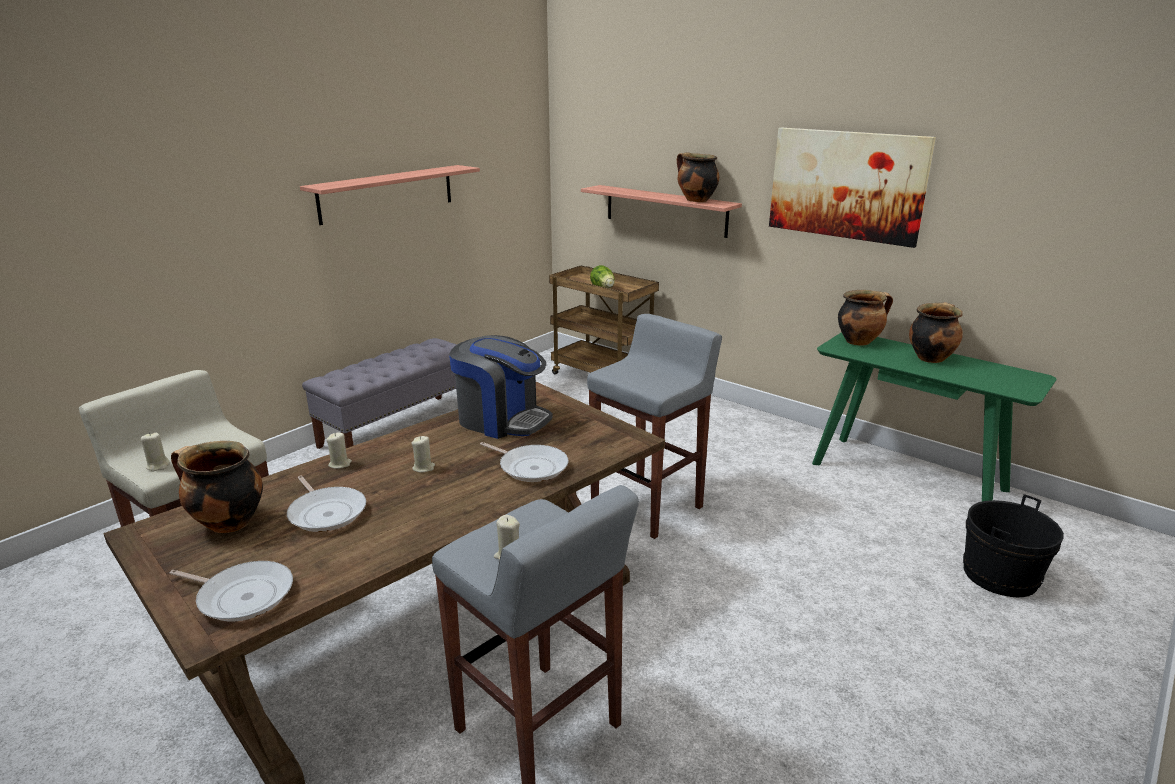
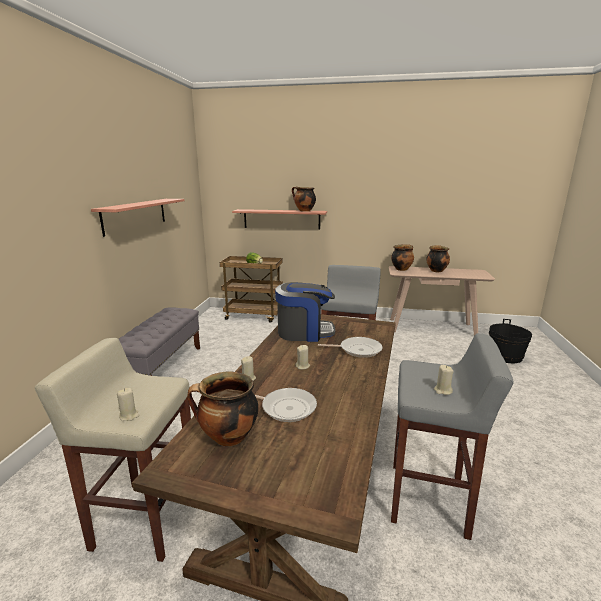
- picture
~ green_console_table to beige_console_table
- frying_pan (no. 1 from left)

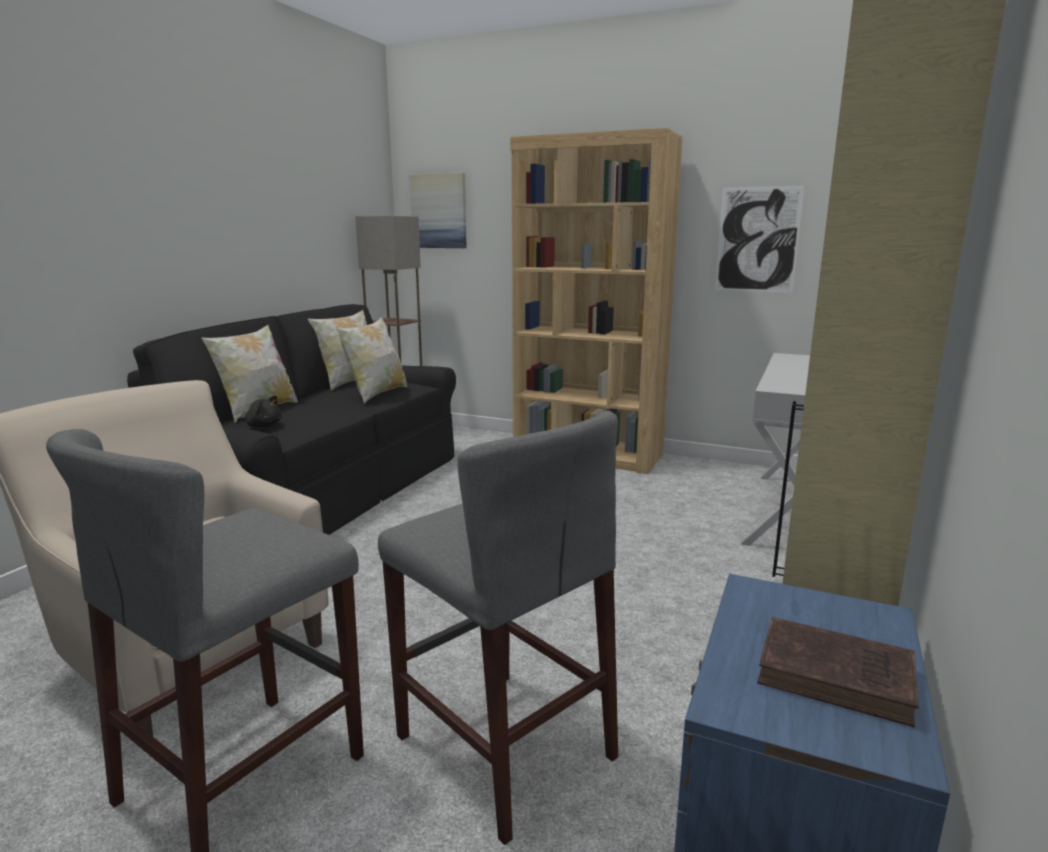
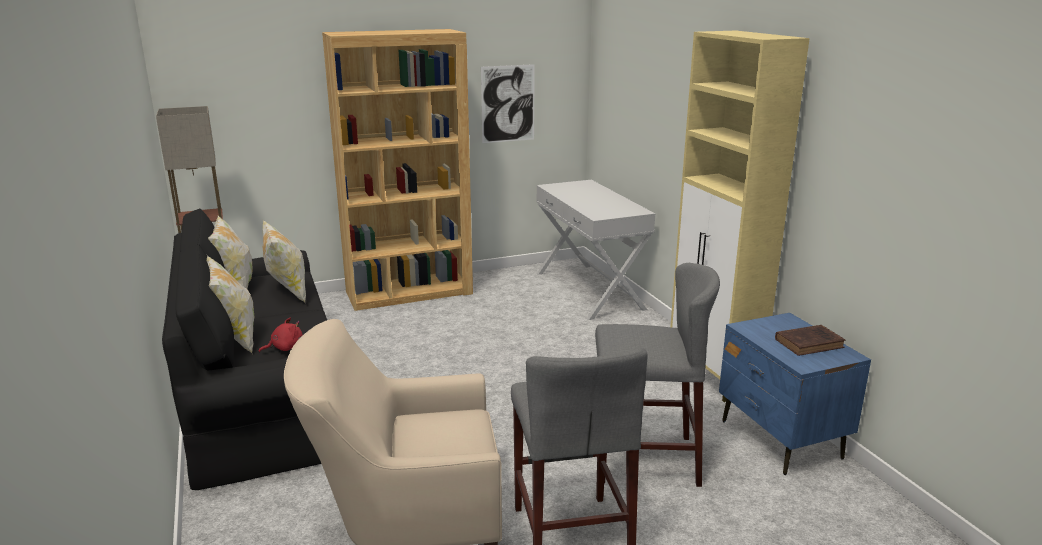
- picture (no. 1 from left)
~ black_plush_toy to red_plush_toy

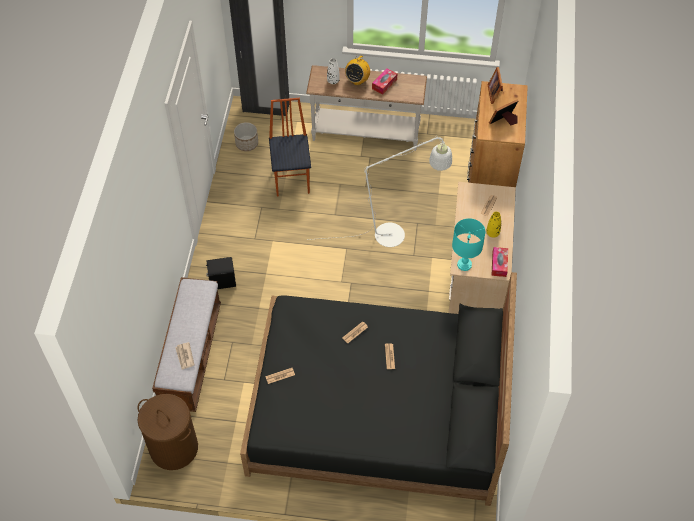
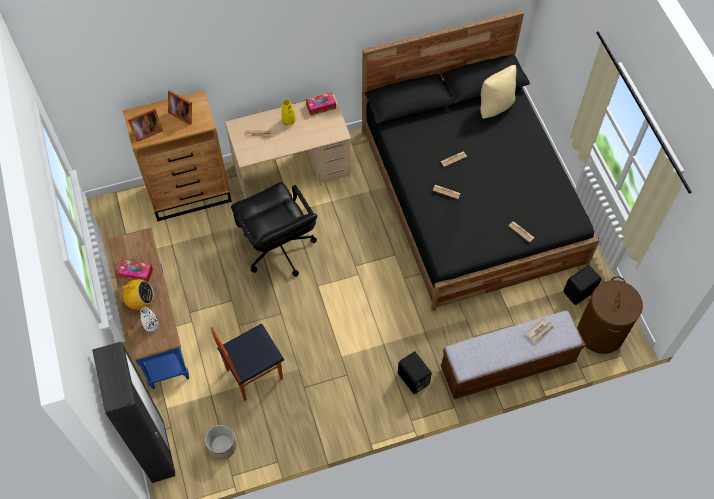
~ white_console_table to blue_console_table
~ white_floor_lamp to black_office_chair
- turquoise_table_lamp
+ beige_pillow
+ black_speaker (no. 2 from left)

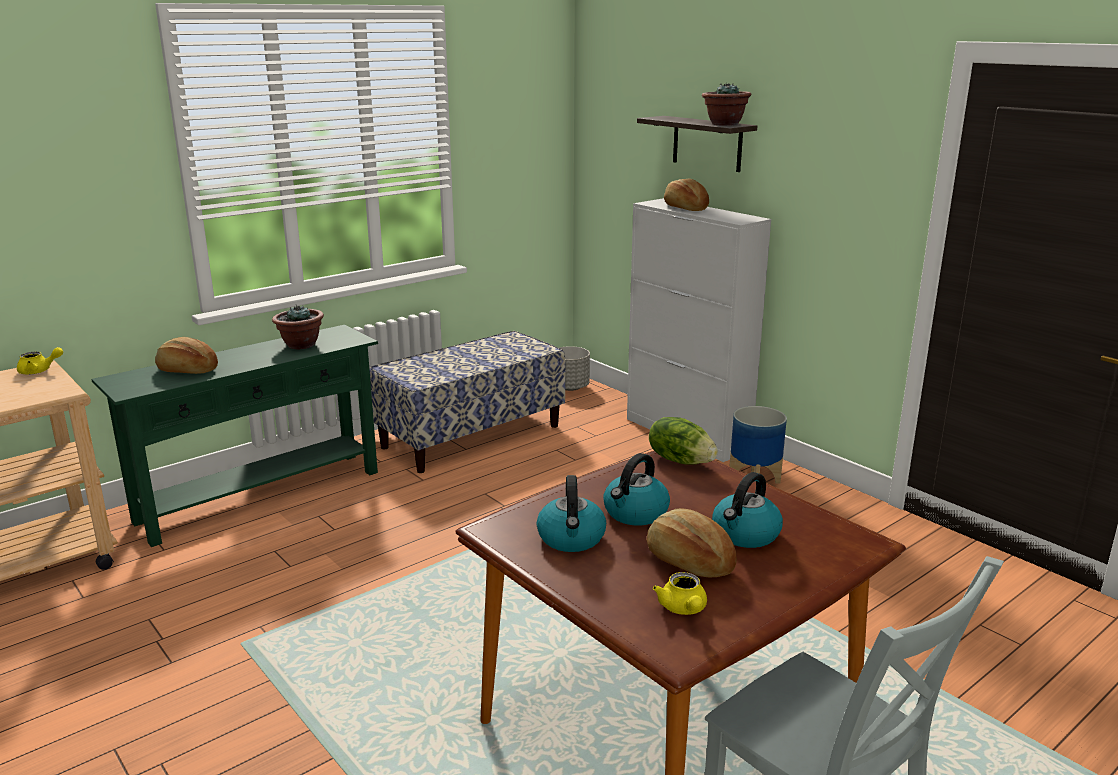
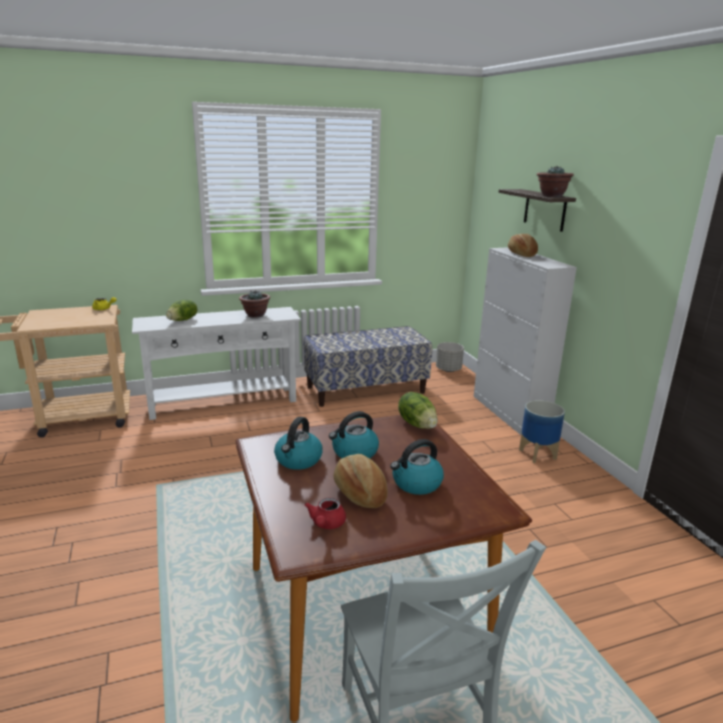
~ green_console_table to white_console_table
~ bread (no. 1 from left) to lettuce (no. 1 from left)
~ yellow_teapot (no. 2 from left) to red_teapot

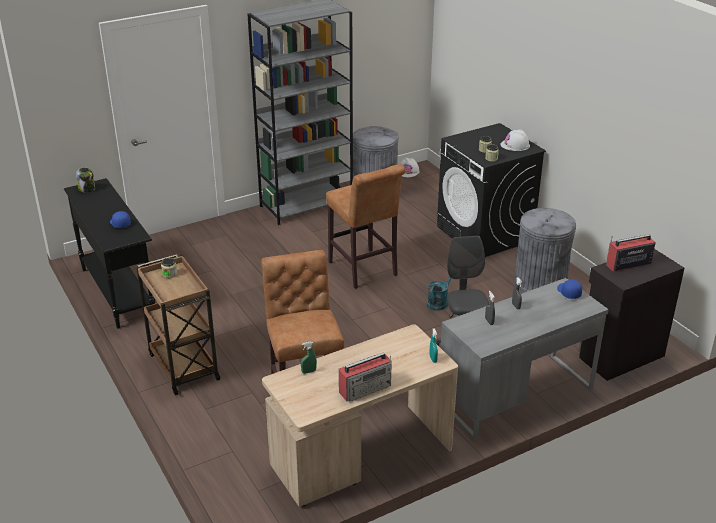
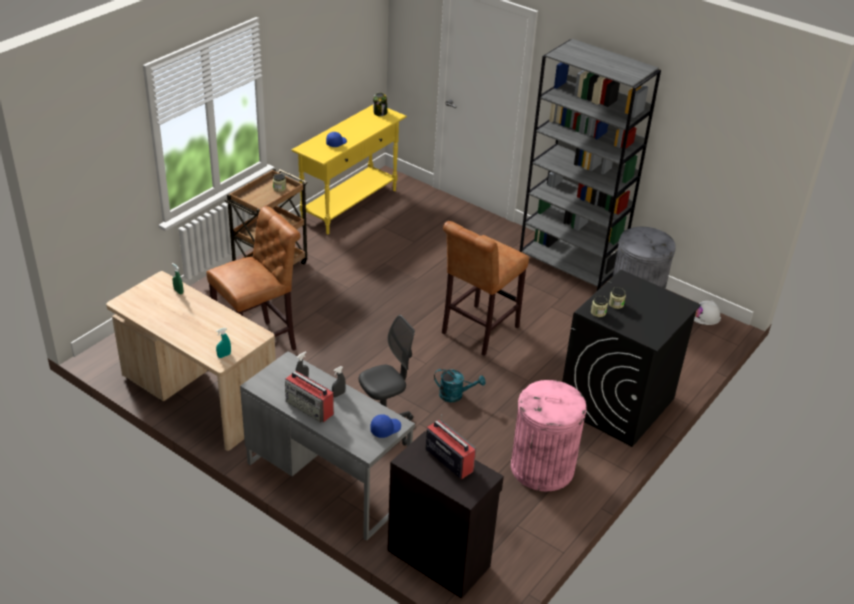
- white_hard_hat (no. 2 from left)
~ black_console_table to yellow_console_table
~ grey_trash_can (no. 2 from left) to pink_trash_can
~ radio (no. 1 from left)

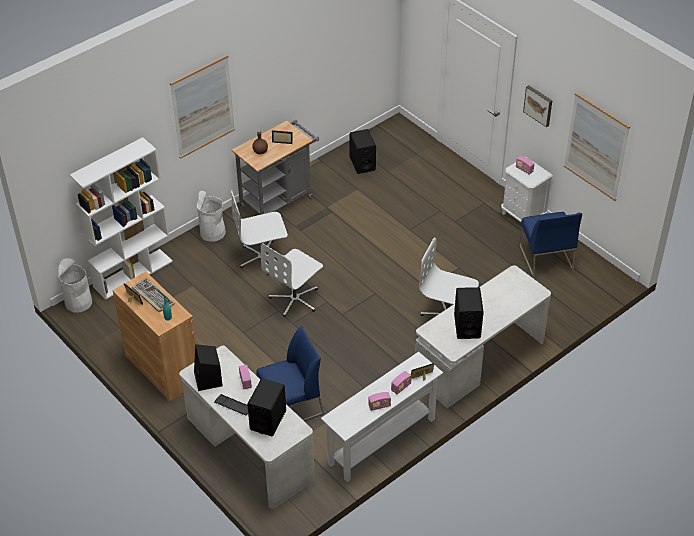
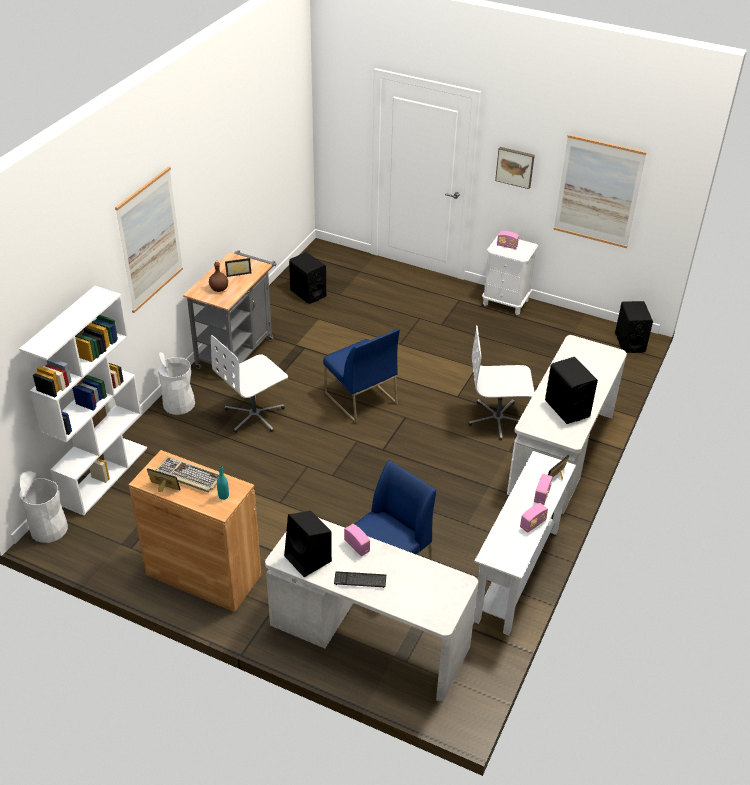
~ blue_chair (no. 2 from left in the first image) to blue_chair (no. 1 from left)
- white_office_chair (no. 2 from left)
~ black_speaker (no. 2 from left in the first image) to black_speaker (no. 4 from left)

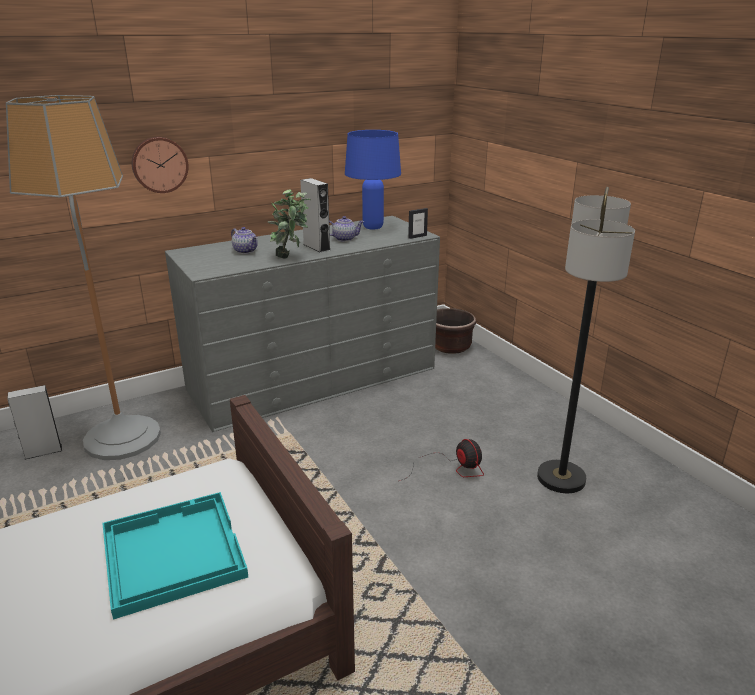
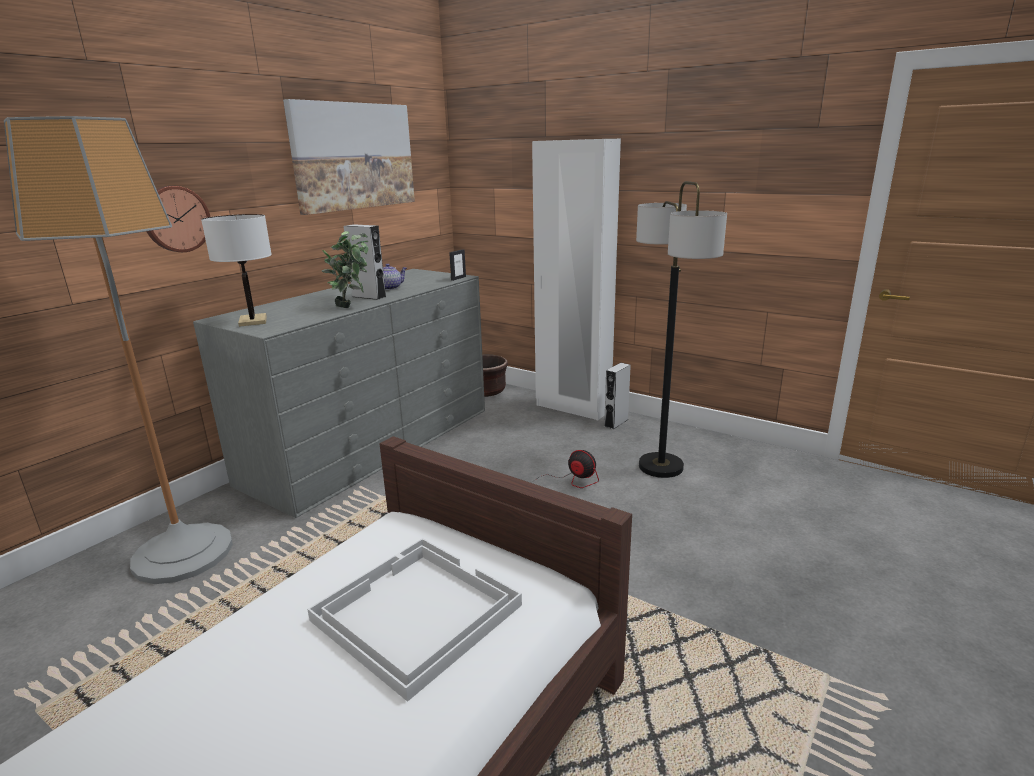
- blue_table_lamp
- teapot (no. 1 from left)
~ grey_speaker (no. 1 from left in the first image) to grey_speaker (no. 2 from left)
~ turquoise_tray to white_tray
+ picture
+ white_wardrobe
+ white_table_lamp

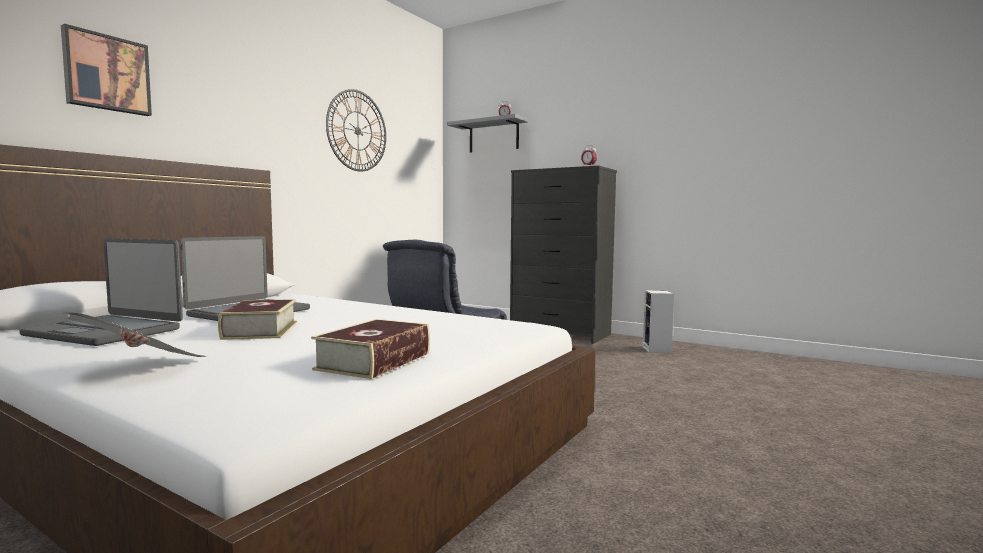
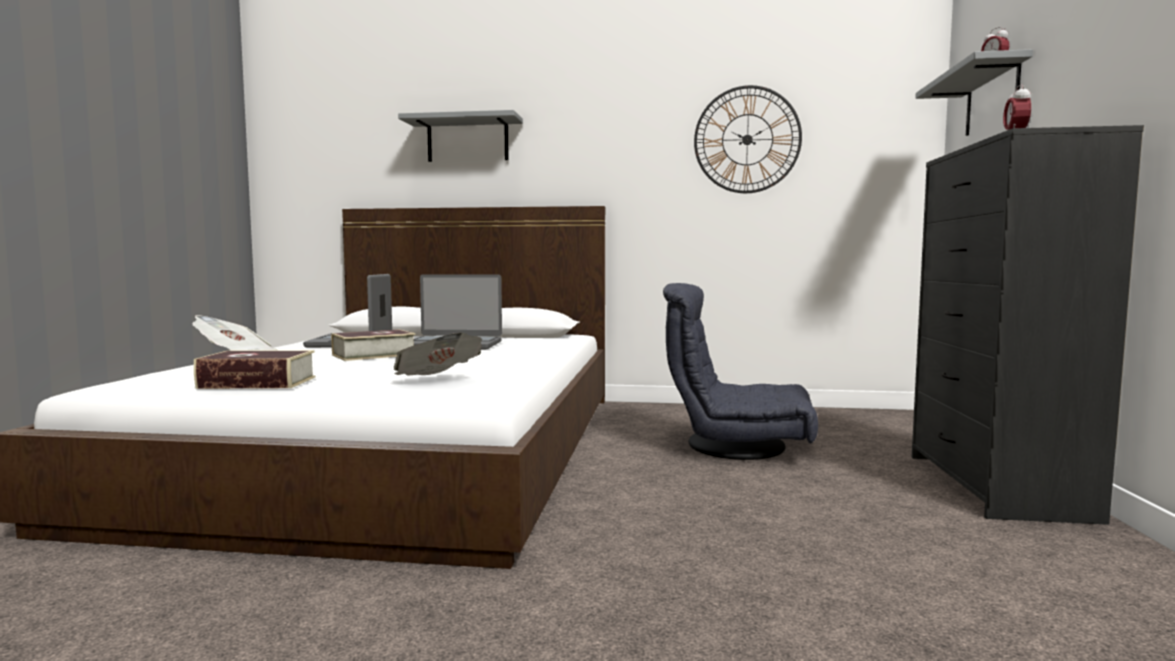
~ picture to grey_shelf (no. 1 from left)
- speaker
+ newspaper (no. 2 from left)

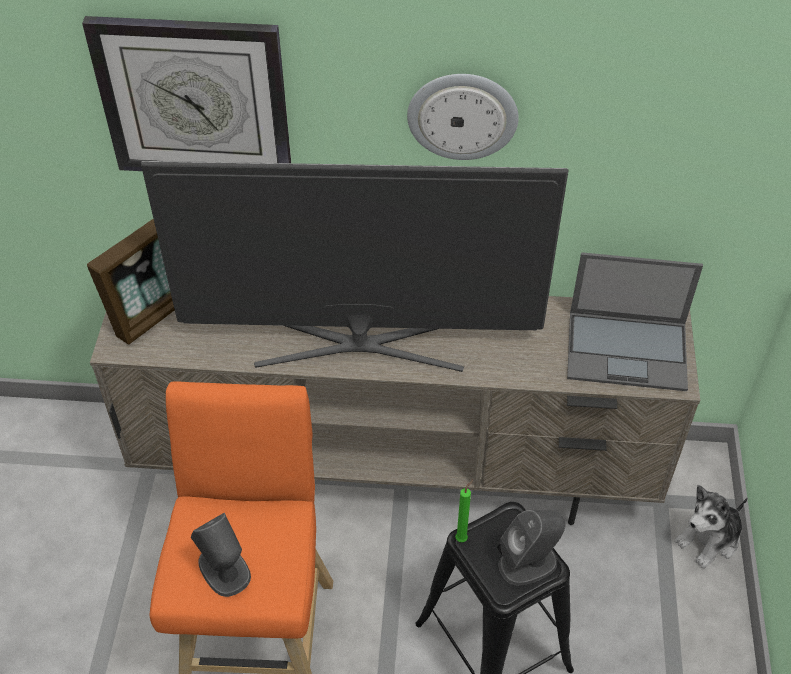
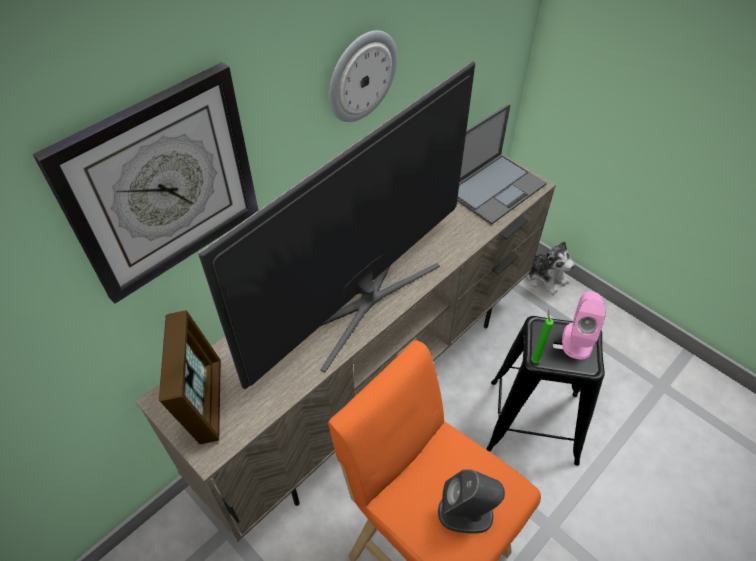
~ plush_toy 45 degrees counterclockwise
~ grey_speaker (no. 2 from left) to pink_speaker

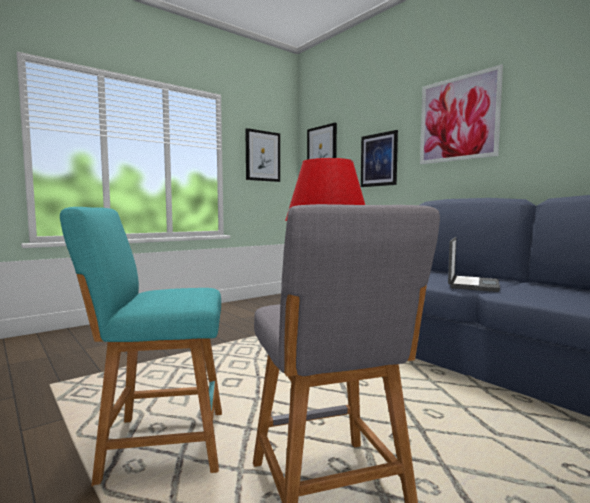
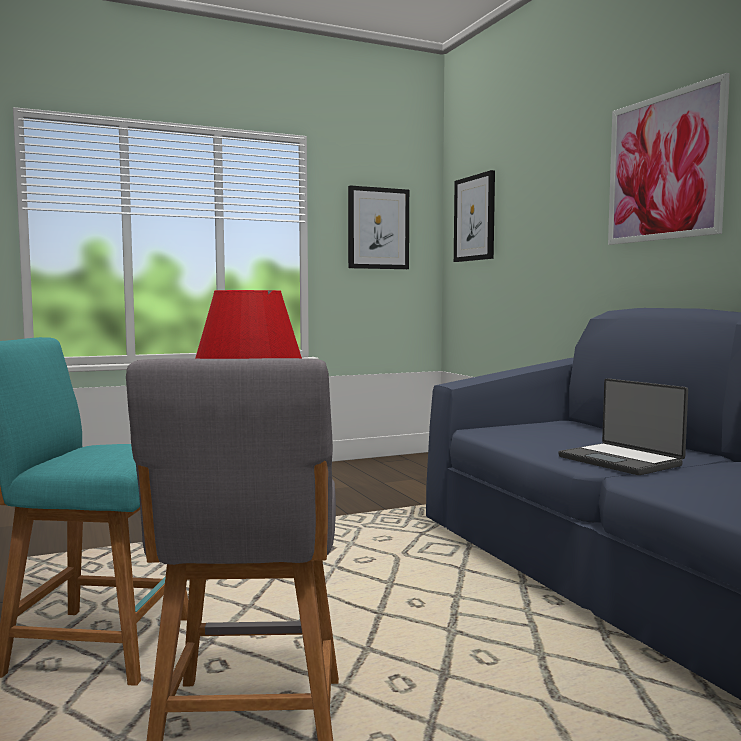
- picture (no. 3 from left)
~ laptop 105 degrees clockwise

